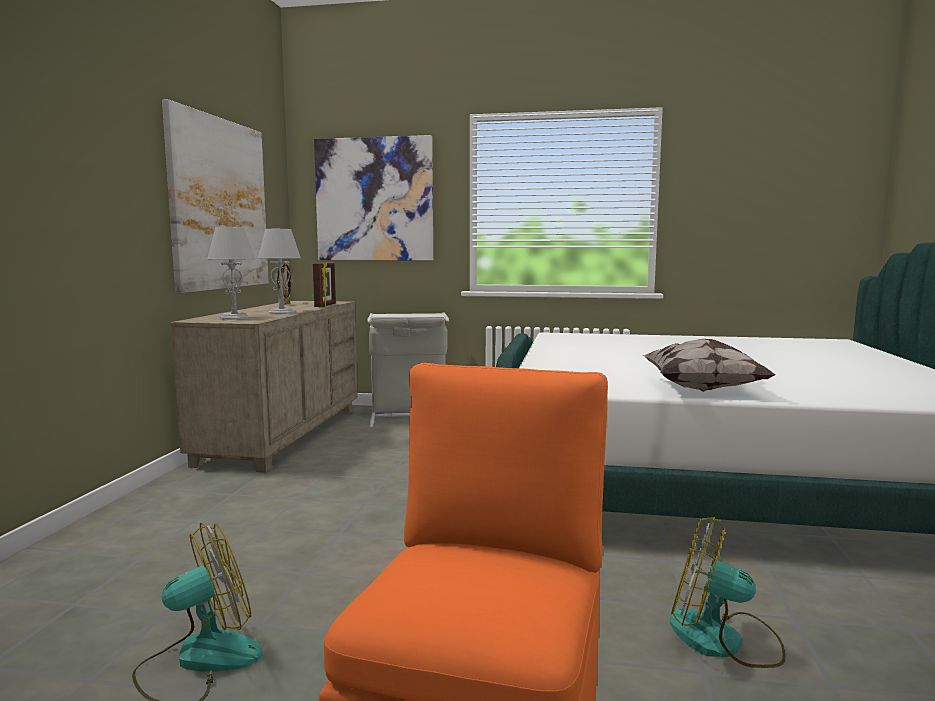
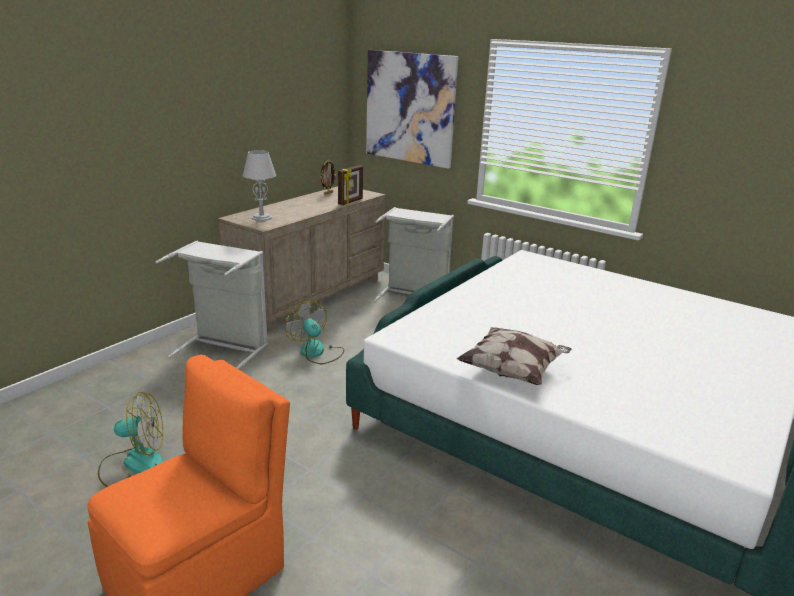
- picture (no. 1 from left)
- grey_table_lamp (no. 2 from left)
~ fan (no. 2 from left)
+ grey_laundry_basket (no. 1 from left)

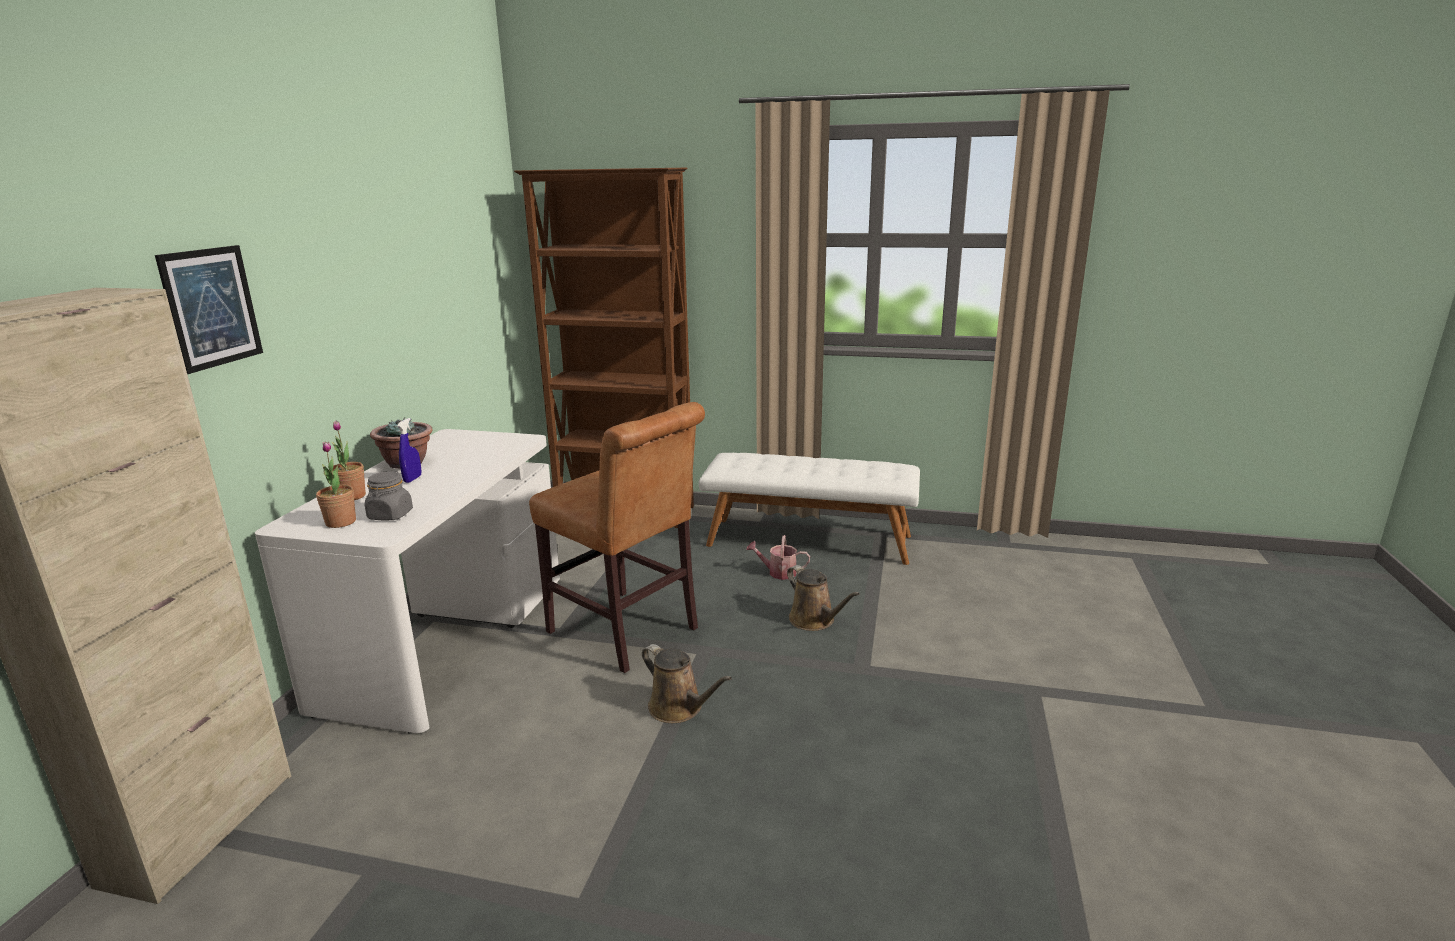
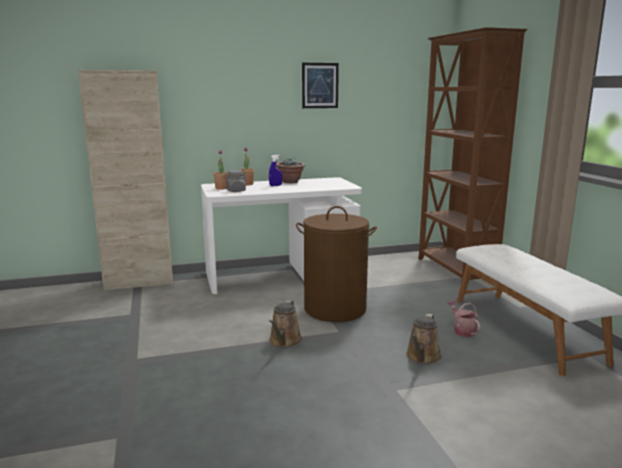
~ picture
~ brown_chair to brown_laundry_basket

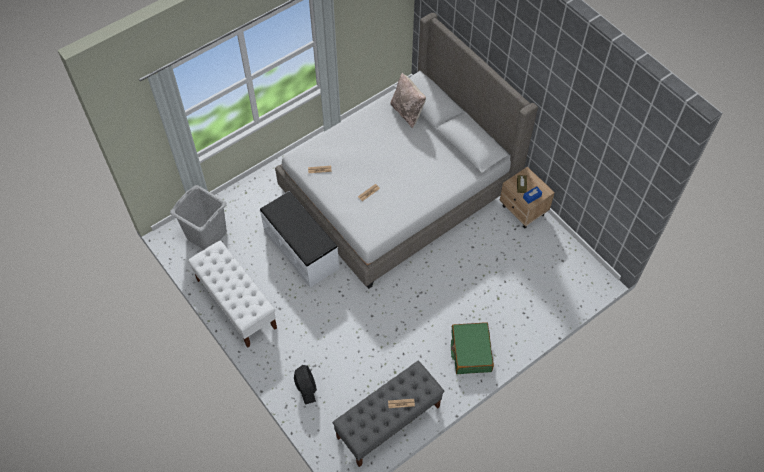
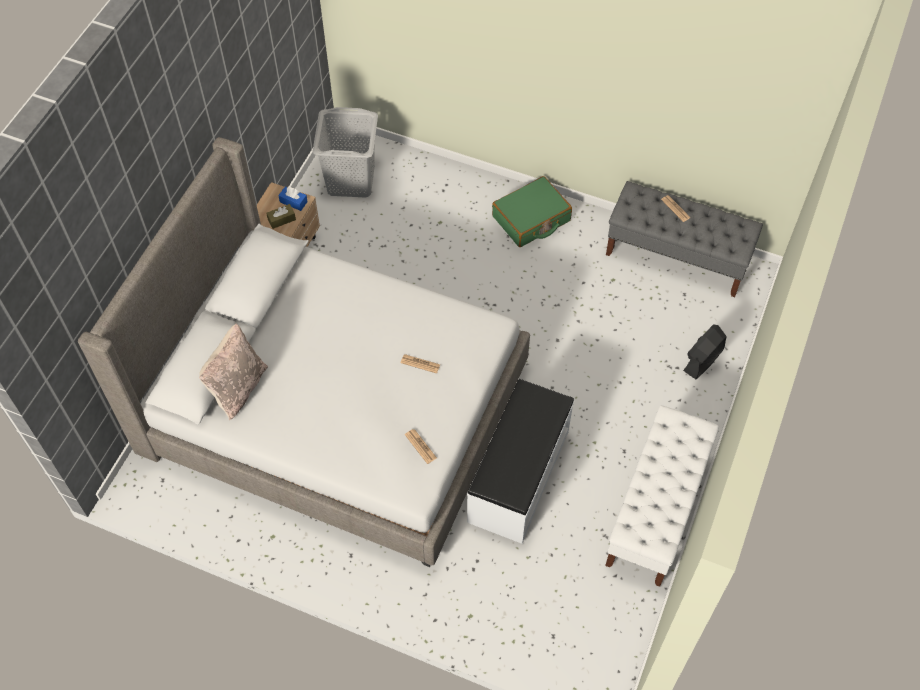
~ grey_laundry_basket

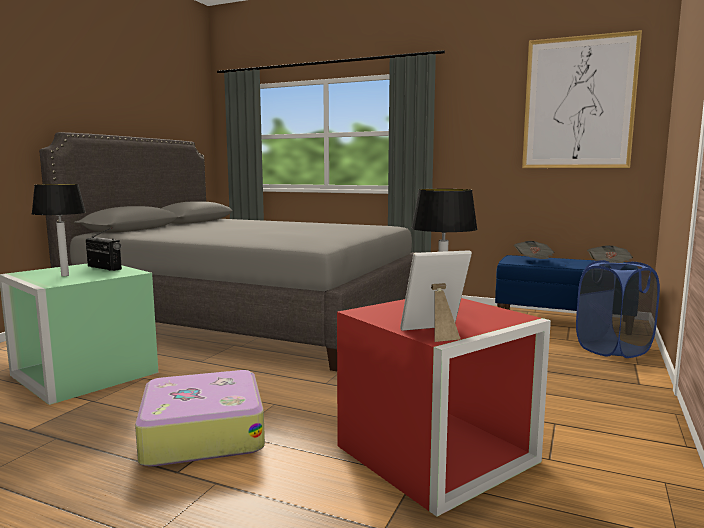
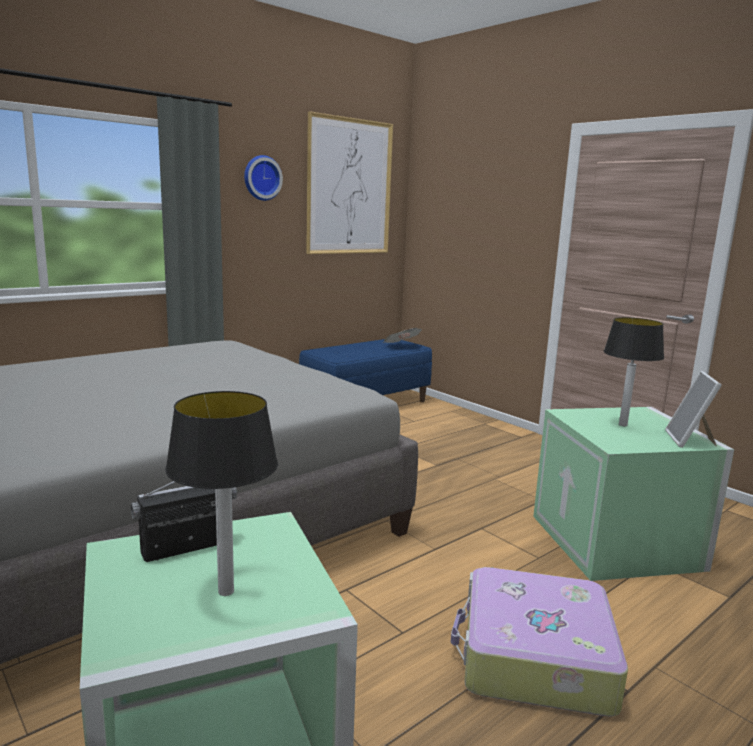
- newspaper (no. 1 from left)
- blue_laundry_basket
~ red_storage_box to green_storage_box (no. 2 from left)
+ wall_clock

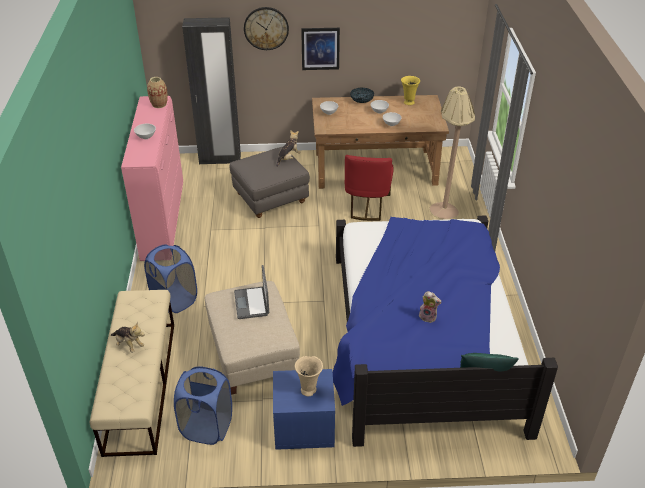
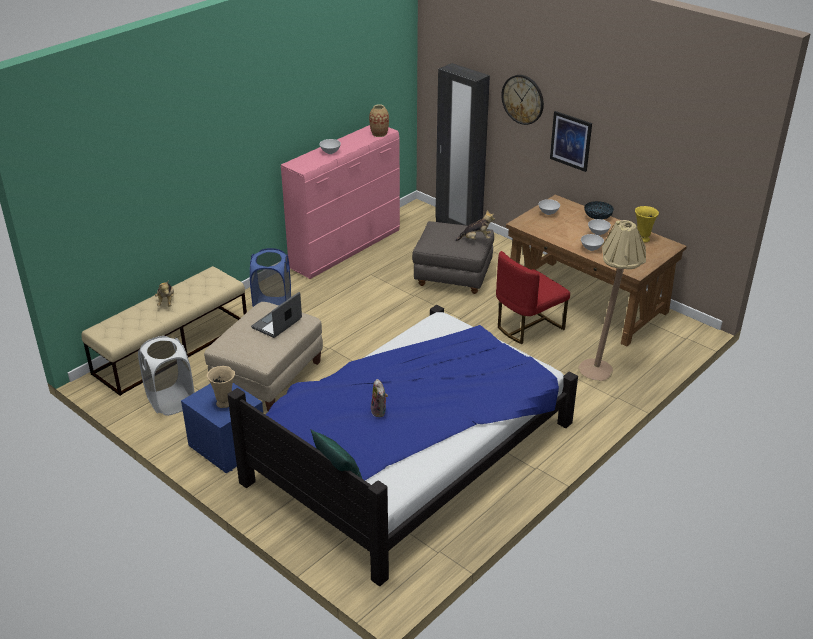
~ blue_laundry_basket (no. 2 from left) to white_laundry_basket

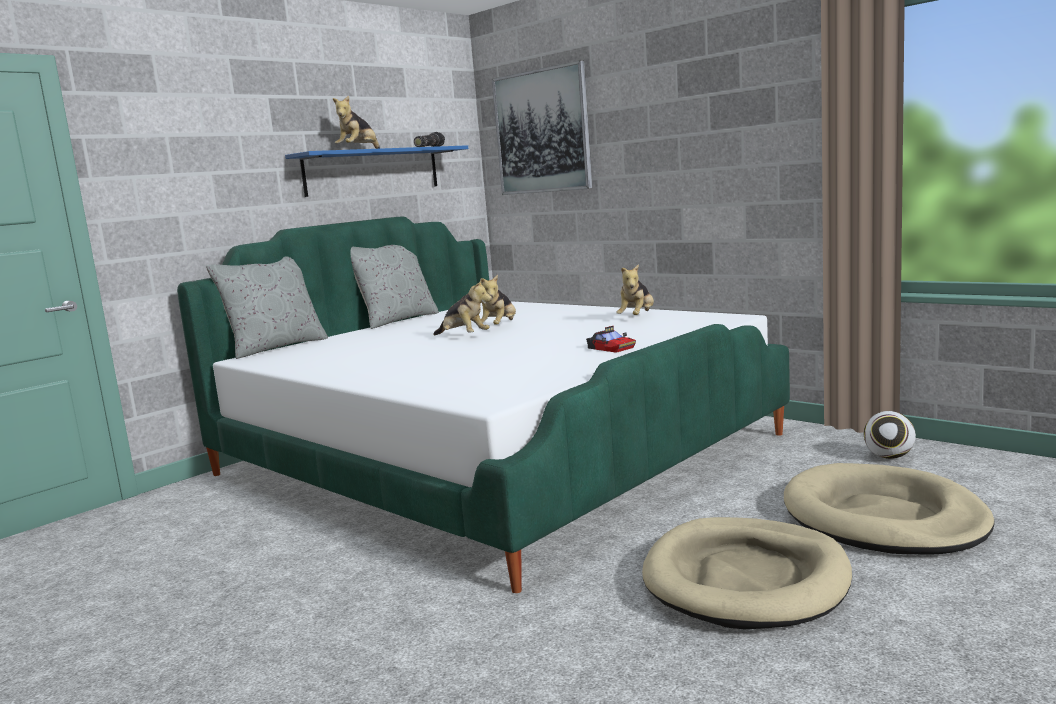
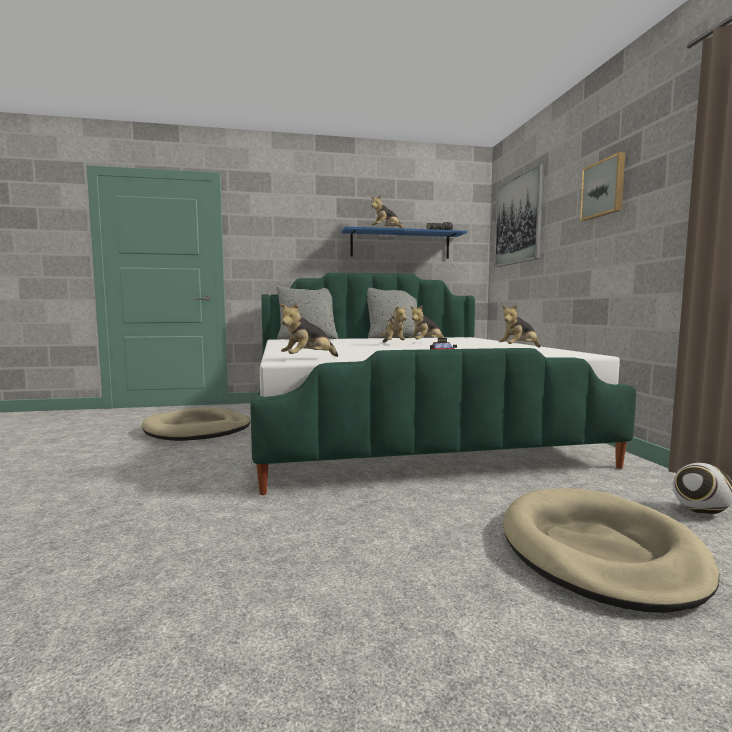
~ beige_dog_bed (no. 1 from left)
+ picture (no. 2 from left)
+ plush_toy (no. 1 from left)

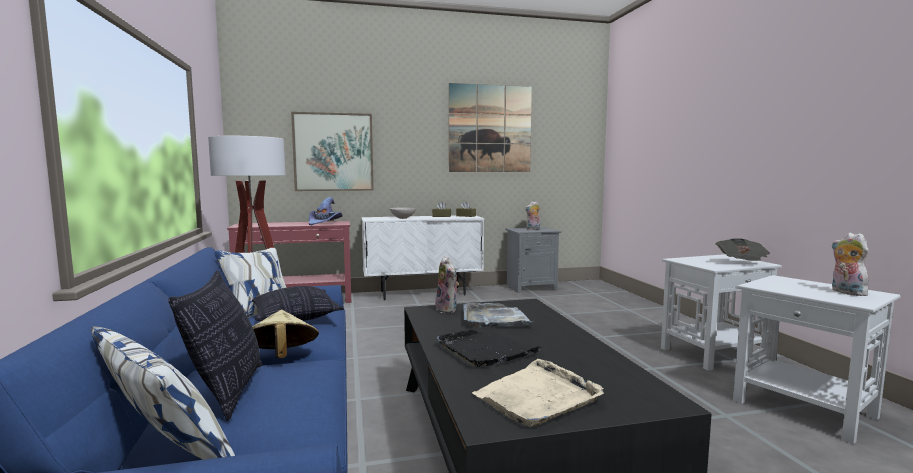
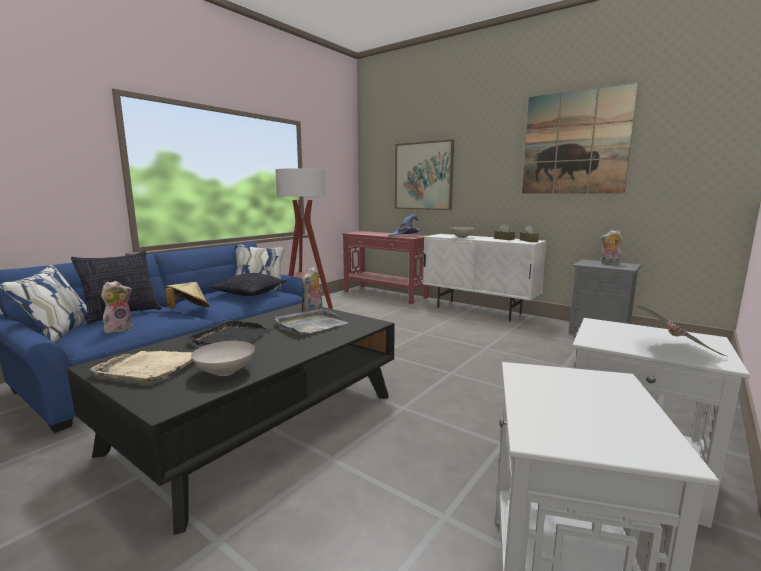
~ plush_toy (no. 3 from left in the first image) to plush_toy (no. 1 from left)
+ white_bowl (no. 1 from left)

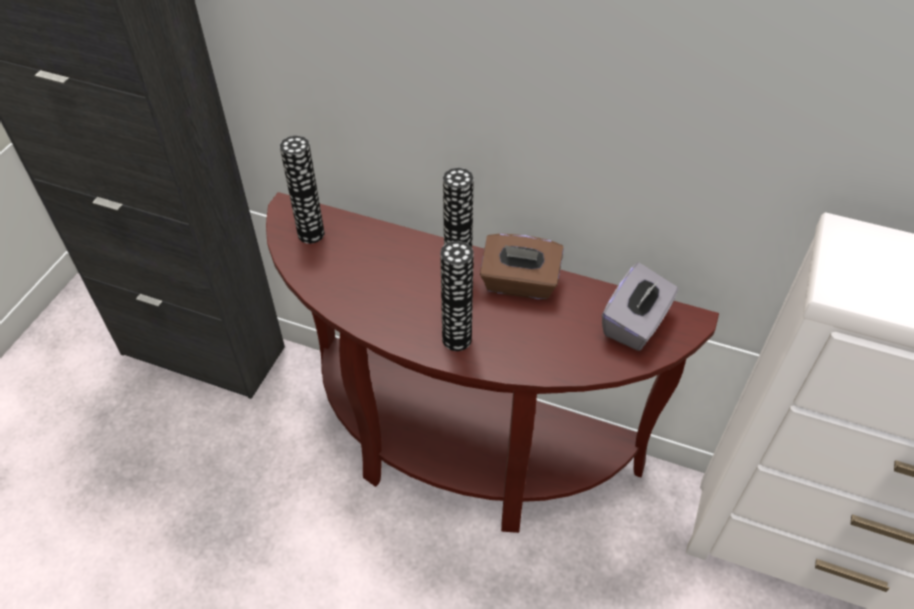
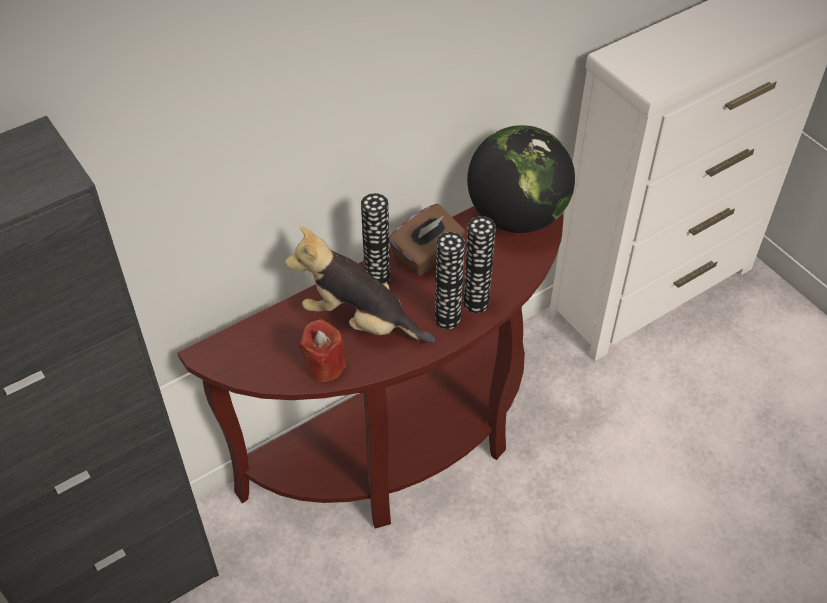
~ vase (no. 1 from left in the first image) to vase (no. 3 from left)
~ grey_tissue_box to globe
+ plush_toy
+ red_candle

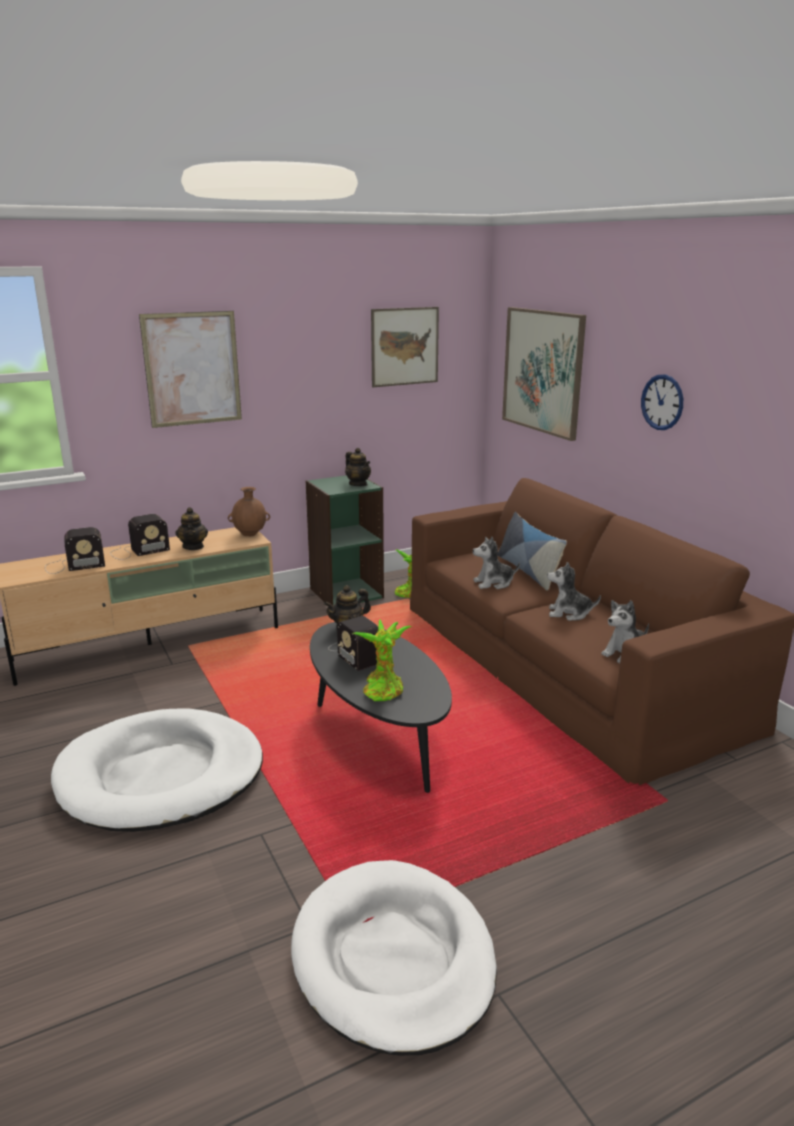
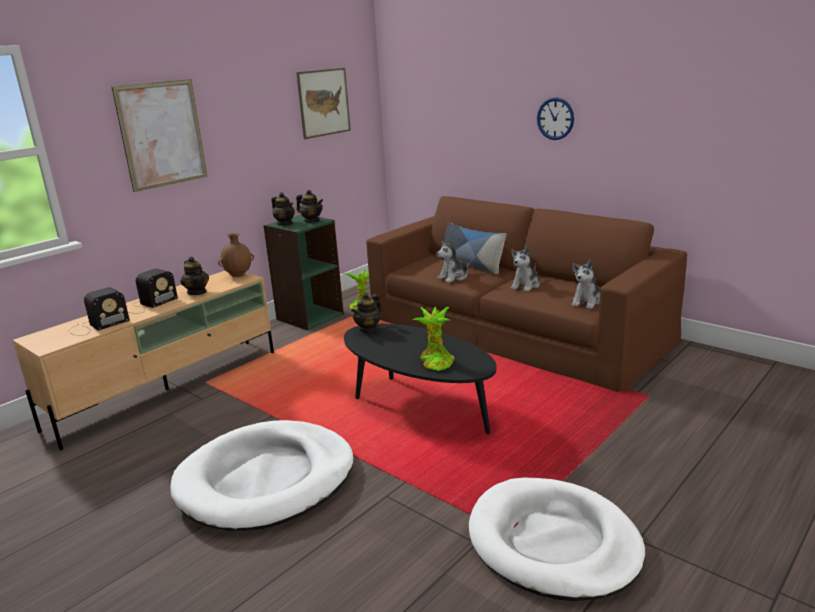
- picture (no. 3 from left)
~ plush_toy (no. 2 from left) 45 degrees counterclockwise
- radio (no. 3 from left)
+ teapot (no. 2 from left)

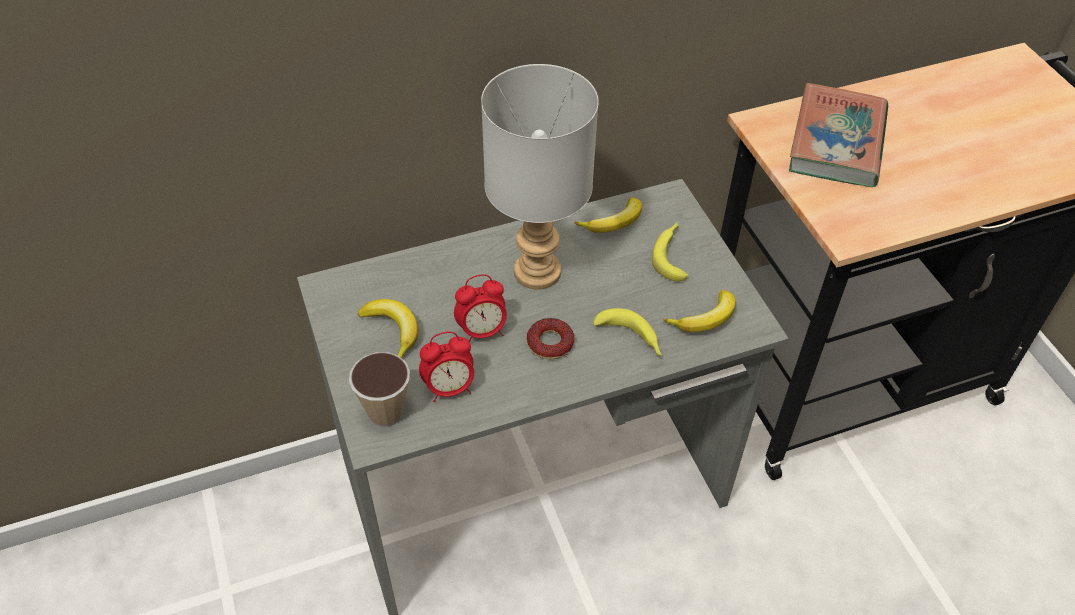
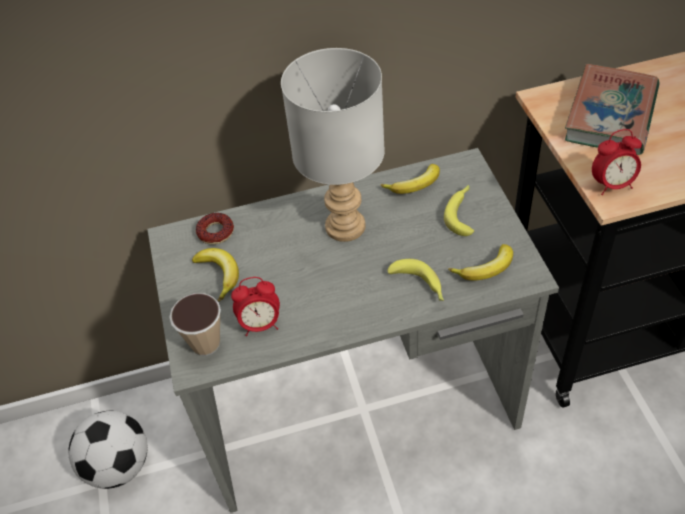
~ alarm_clock (no. 2 from left)
~ donut
+ football

